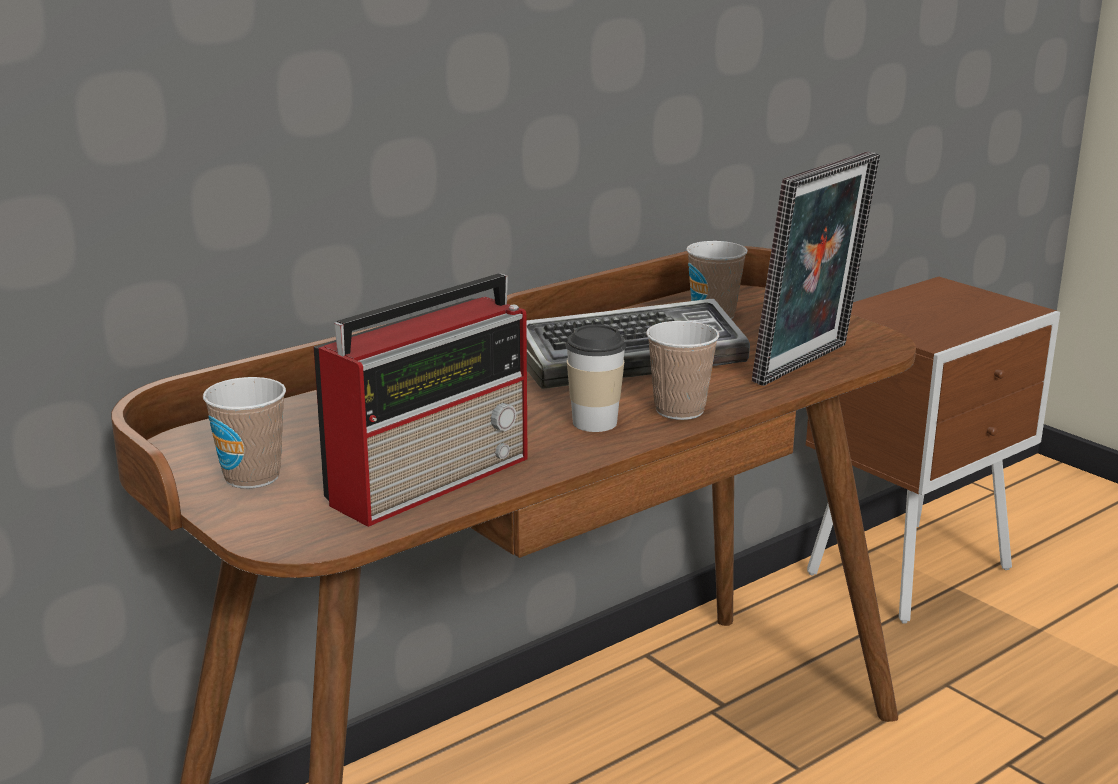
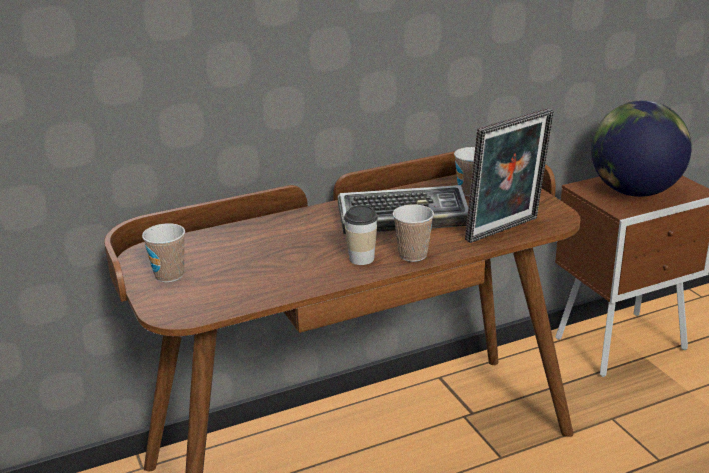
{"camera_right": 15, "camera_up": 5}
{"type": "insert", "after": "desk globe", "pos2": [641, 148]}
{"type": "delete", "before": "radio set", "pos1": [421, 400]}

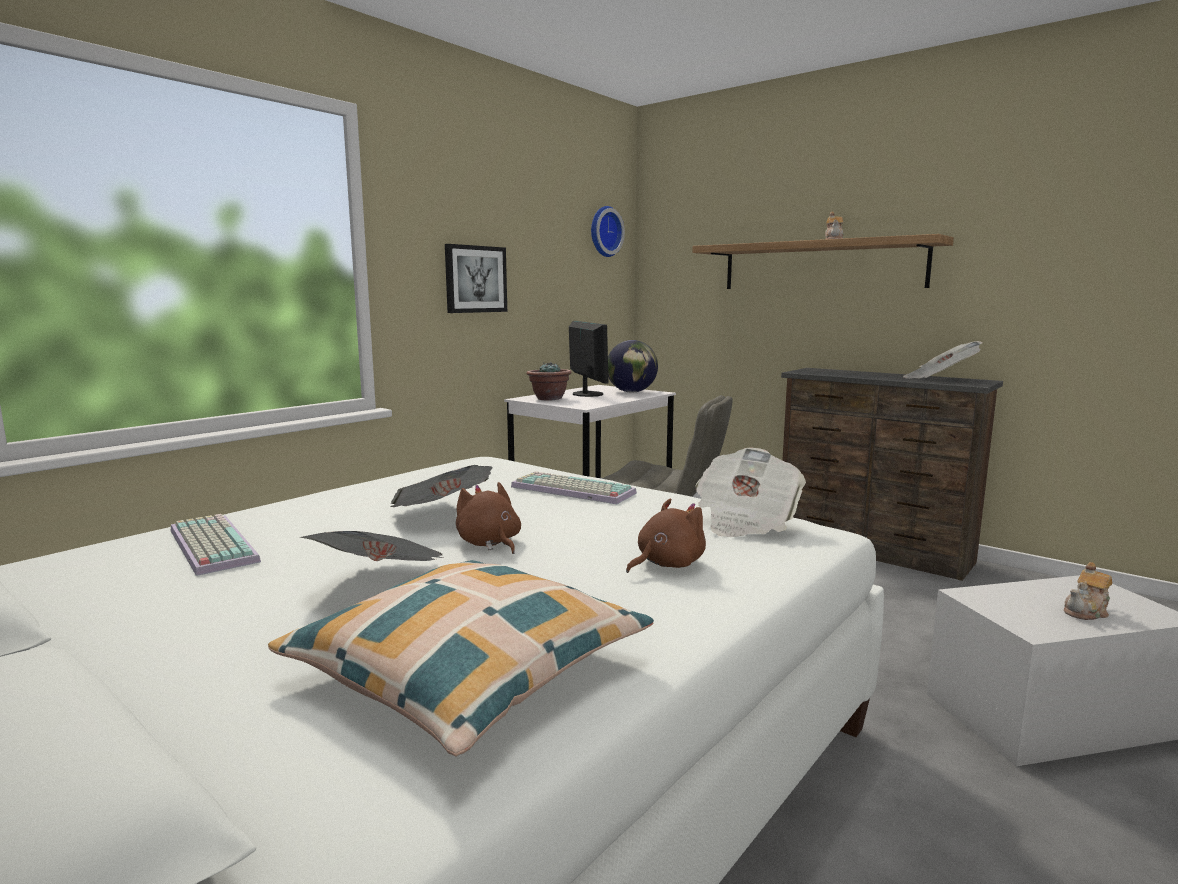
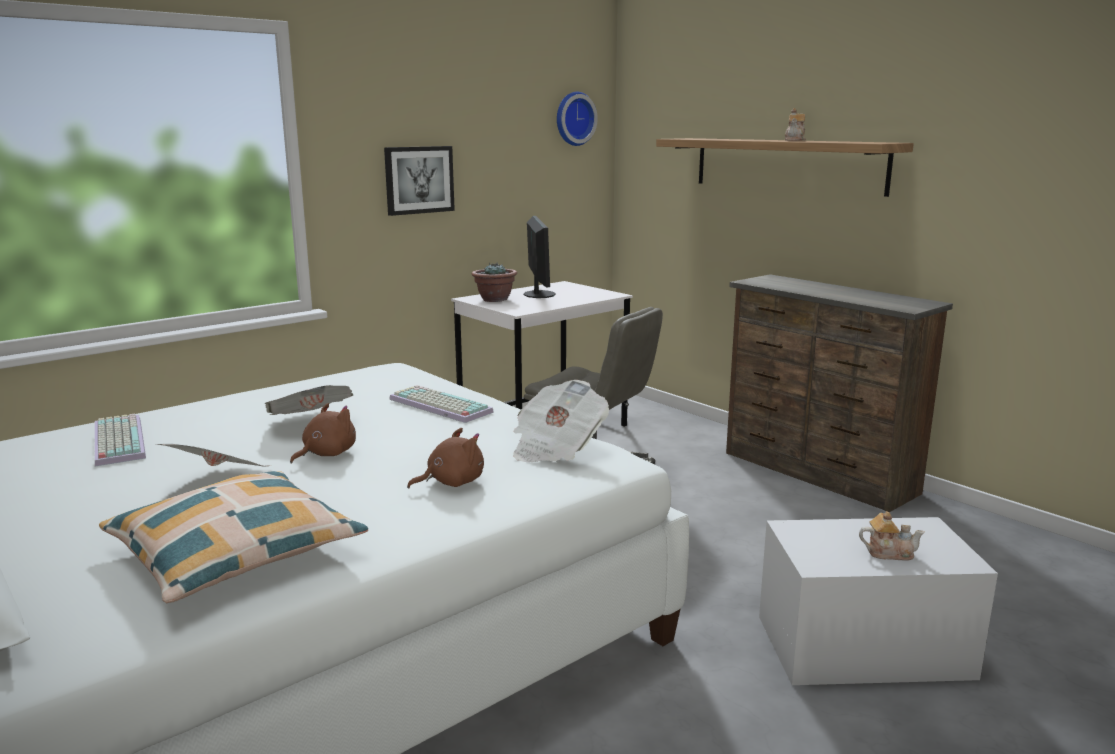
{"camera_right": 10, "camera_up": 5}
{"type": "rotate", "before": "brown soft toy", "pos1": [488, 518], "pos2": [323, 433], "turn": 60}
{"type": "rotate", "before": "tea pot", "pos1": [1088, 591], "pos2": [892, 536], "turn": -150}
{"type": "delete", "before": "desk globe", "pos1": [633, 366]}
{"type": "delete", "before": "printed paper", "pos1": [943, 360]}

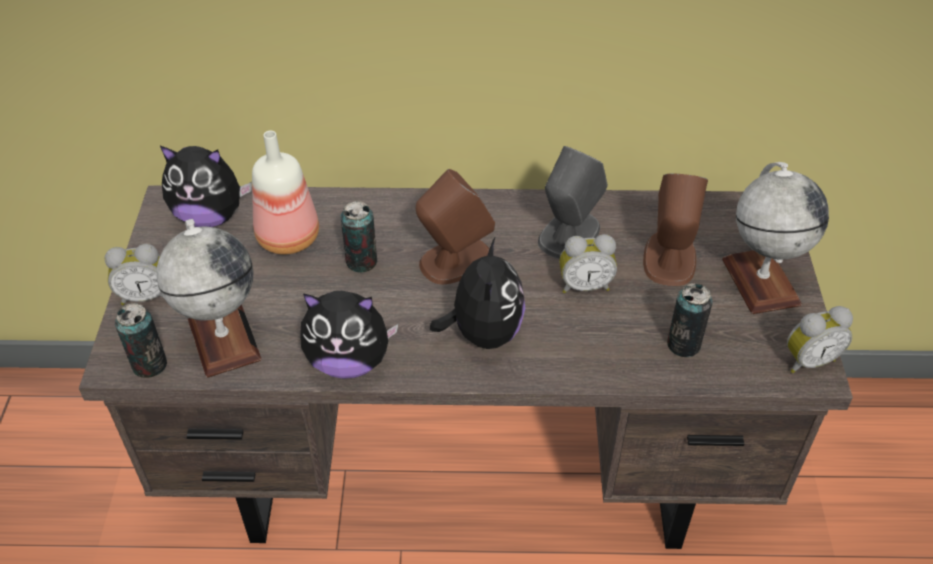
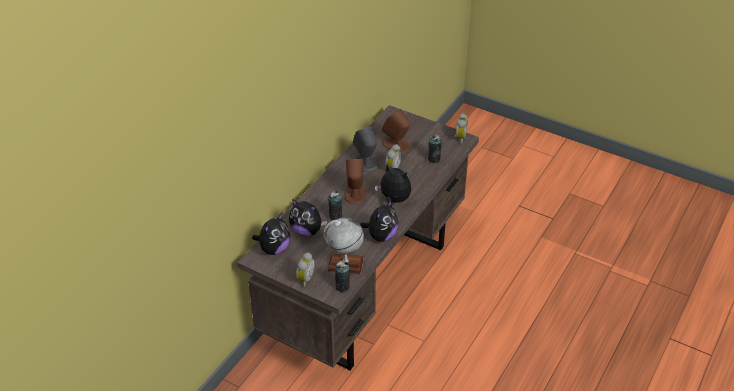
{"camera_right": -60, "camera_up": -5}
{"type": "replace", "before": "drink bottle", "after": "soft toy", "pos1": [285, 193], "pos2": [308, 218]}
{"type": "delete", "before": "desk globe", "pos1": [775, 238]}

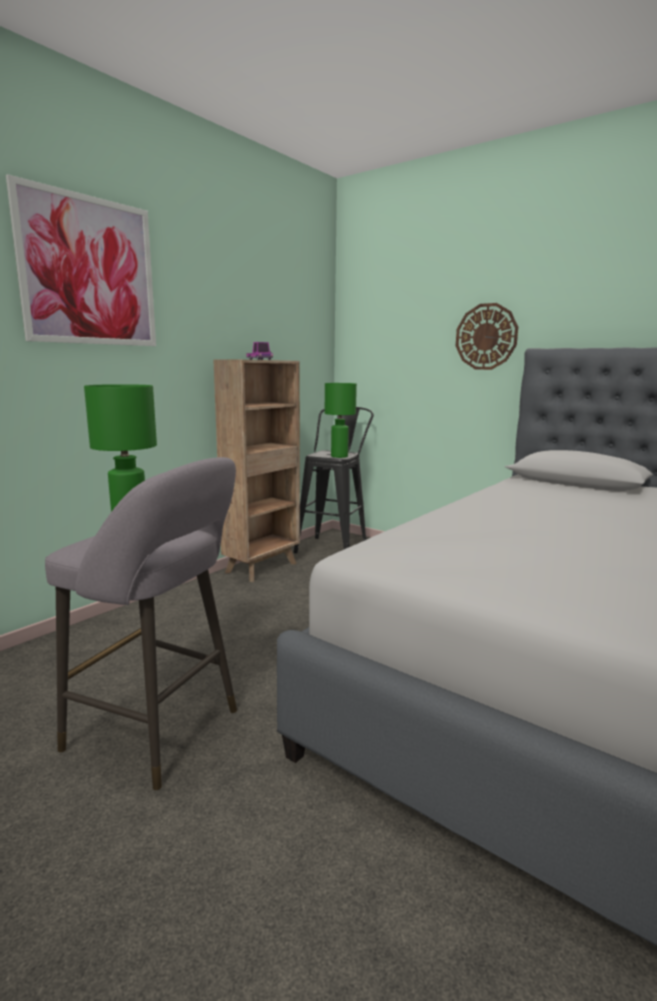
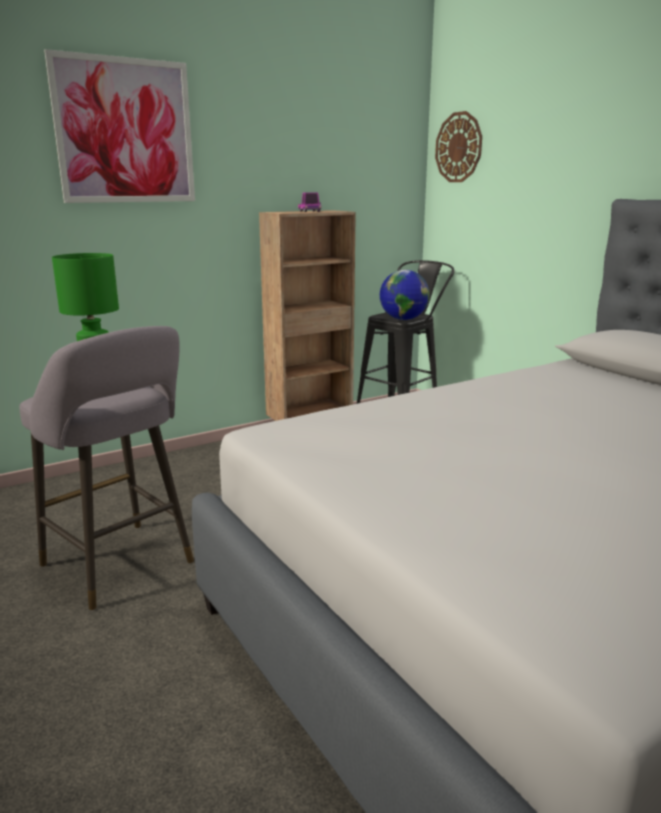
{"camera_right": 20, "camera_up": 5}
{"type": "replace", "before": "green lamp for a table", "after": "desk globe", "pos1": [341, 420], "pos2": [404, 295]}
{"type": "move", "before": "wall clock", "pos1": [487, 336], "pos2": [458, 146]}

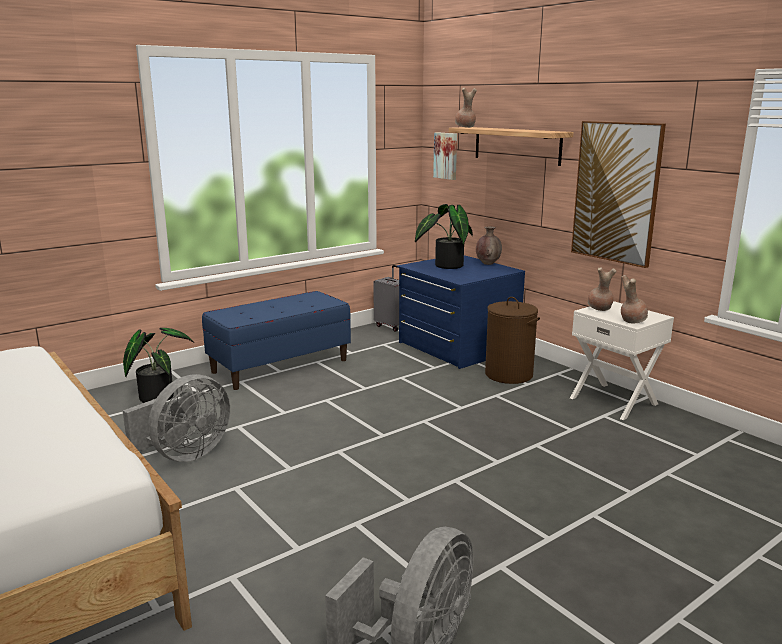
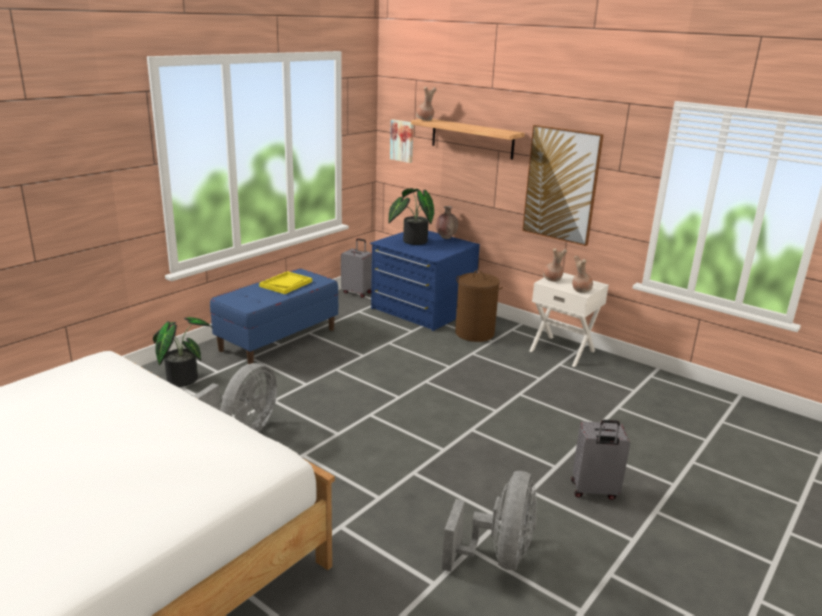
{"camera_right": -15, "camera_up": 5}
{"type": "insert", "after": "yellowish tray", "pos2": [285, 282]}
{"type": "insert", "after": "greyish travel case", "pos2": [600, 460]}

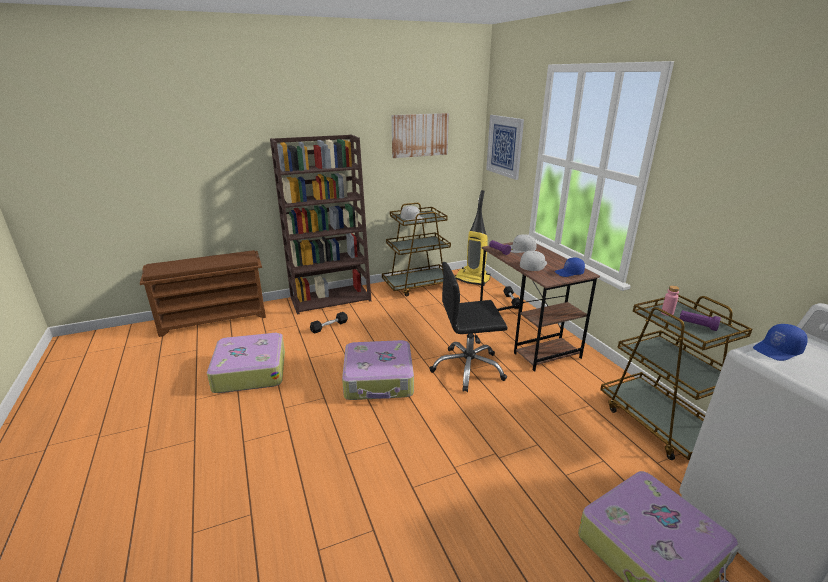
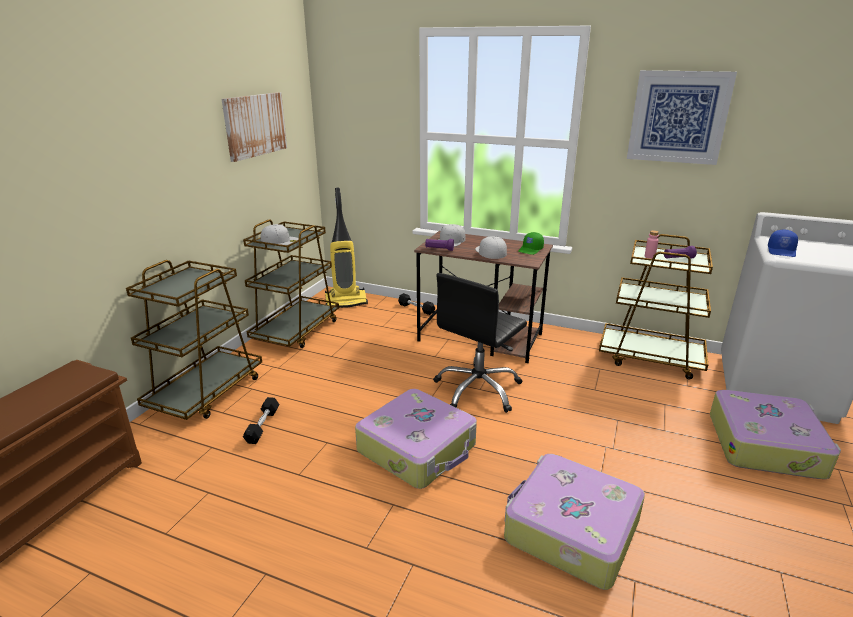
{"camera_right": -45, "camera_up": 0}
{"type": "replace", "before": "brown bookcase", "after": "brown trolley", "pos1": [320, 225], "pos2": [194, 340]}
{"type": "move", "before": "travel case", "pos1": [246, 362], "pos2": [574, 522]}
{"type": "recolor", "before": "blue peaked cap", "after": "green peaked cap", "pos1": [570, 267], "pos2": [531, 243]}
{"type": "move", "before": "wall picture", "pos1": [505, 147], "pos2": [682, 117]}

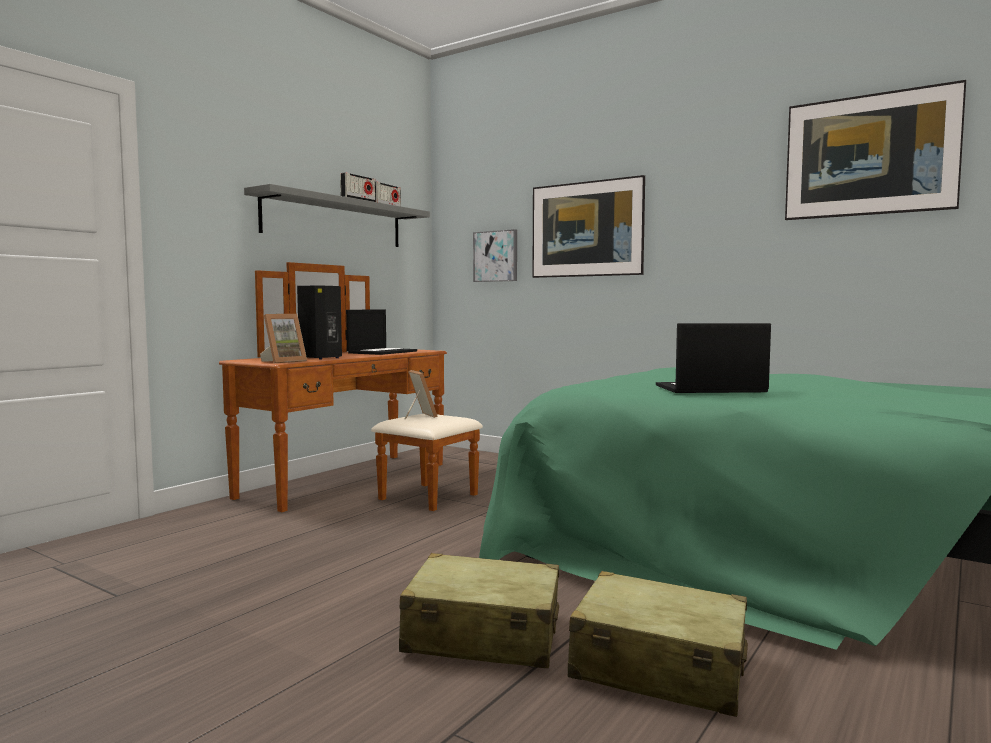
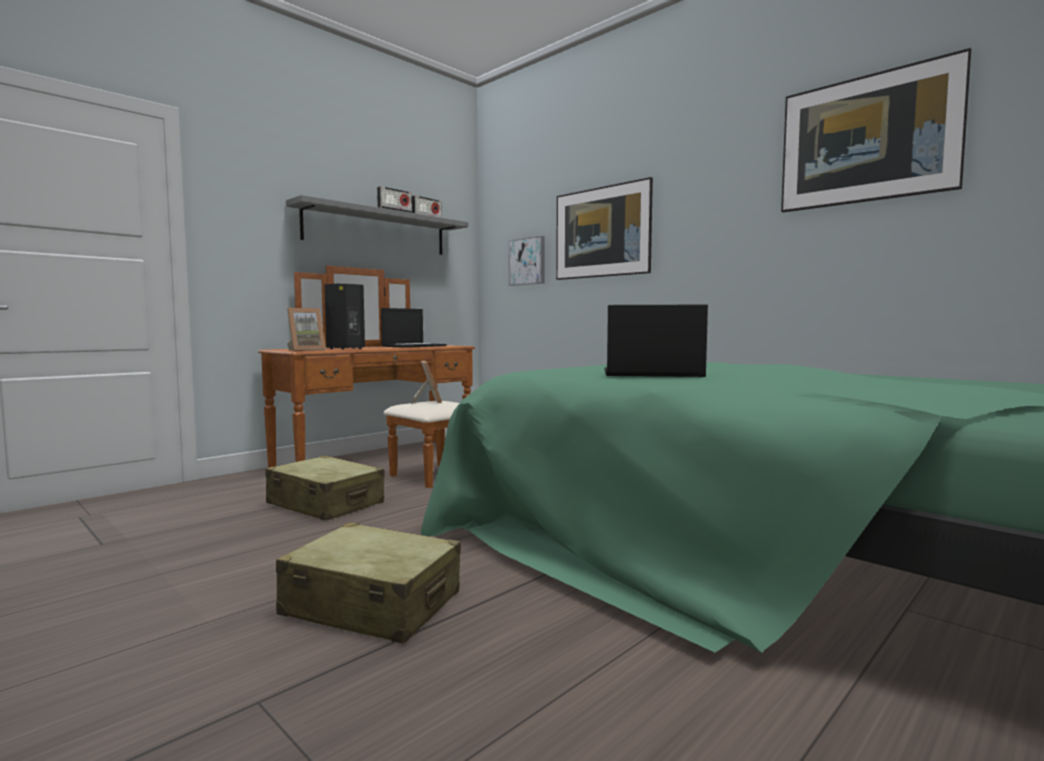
{"camera_right": 10, "camera_up": 0}
{"type": "move", "before": "beige-coloured travel case", "pos1": [658, 644], "pos2": [325, 488]}

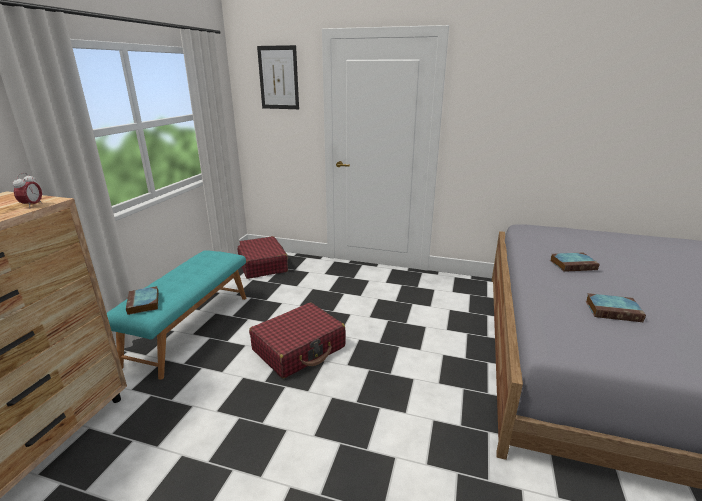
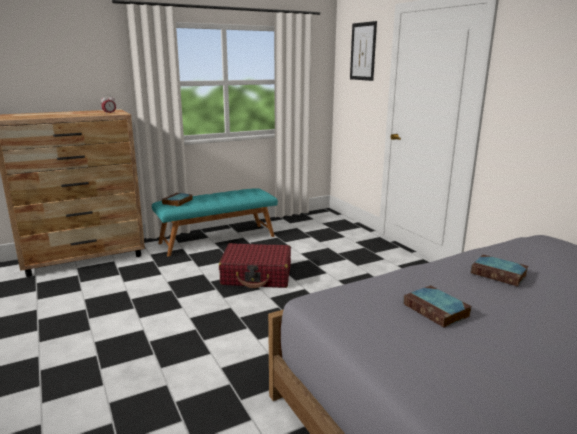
{"camera_right": 45, "camera_up": -5}
{"type": "delete", "before": "red-coloured travel case", "pos1": [263, 257]}

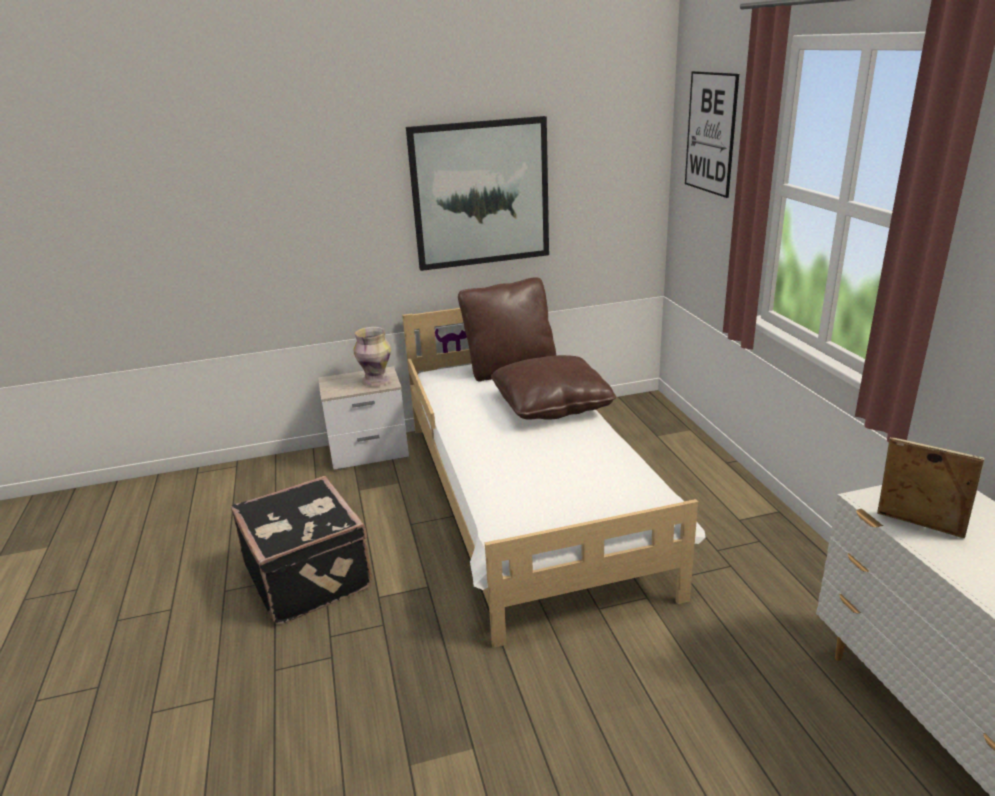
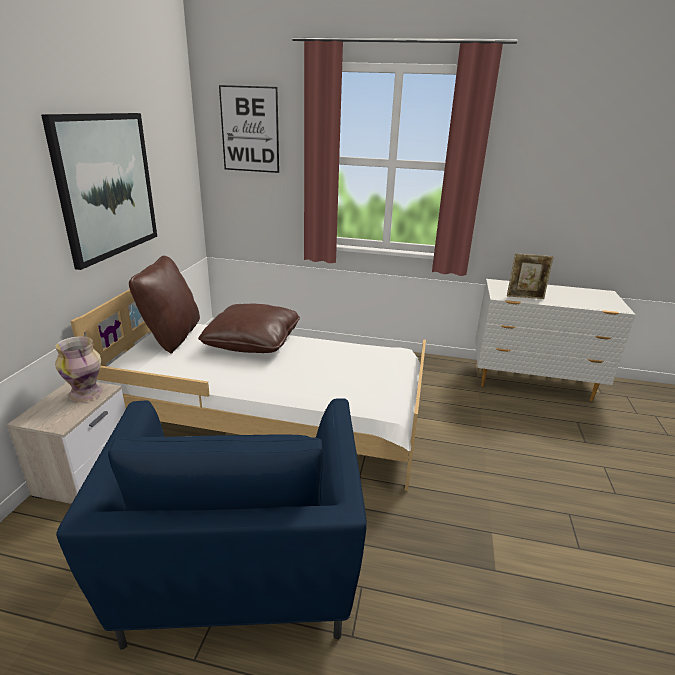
{"camera_right": -65, "camera_up": 0}
{"type": "replace", "before": "black-coloured travel case", "after": "blue lounge chair", "pos1": [301, 550], "pos2": [211, 524]}
{"type": "rotate", "before": "photo frame", "pos1": [931, 487], "pos2": [530, 276], "turn": -150}

